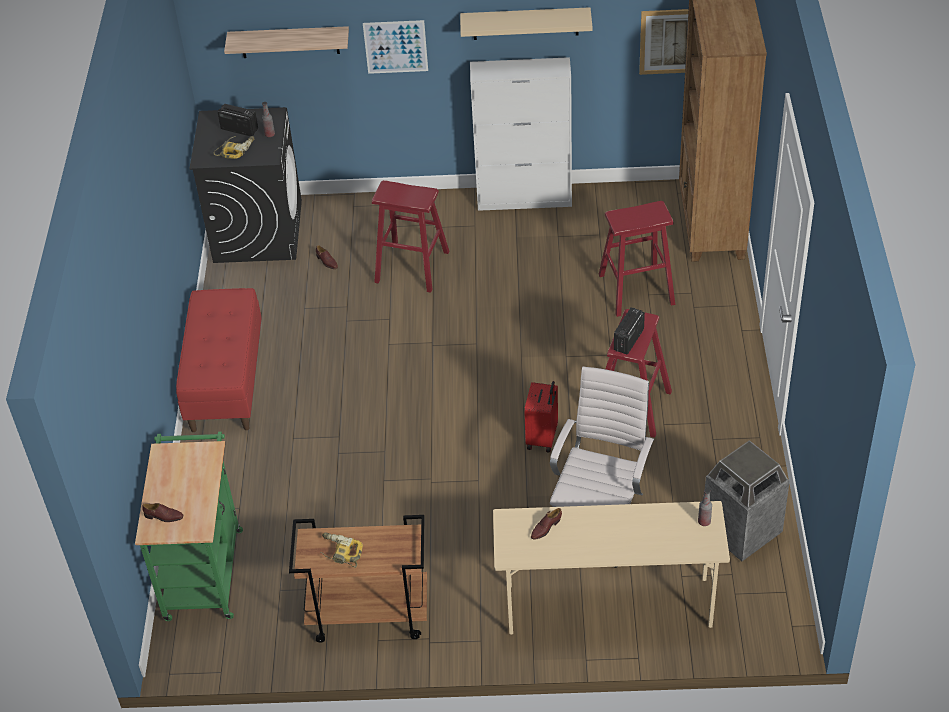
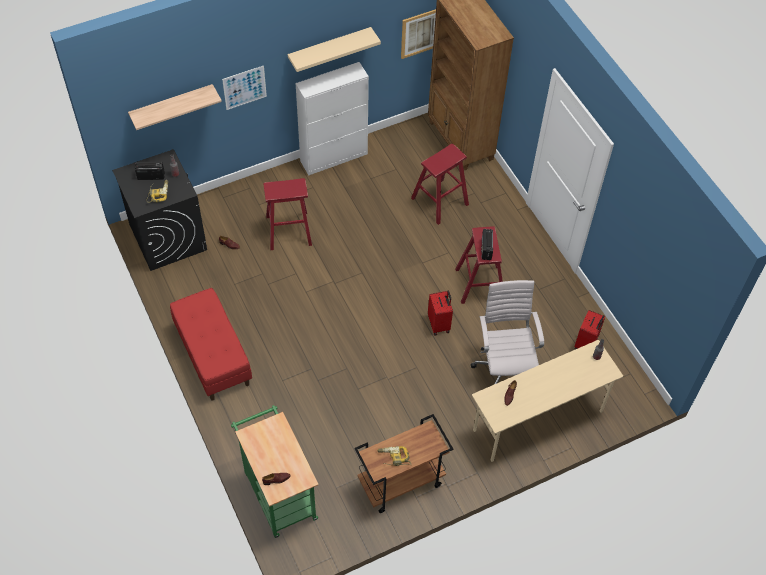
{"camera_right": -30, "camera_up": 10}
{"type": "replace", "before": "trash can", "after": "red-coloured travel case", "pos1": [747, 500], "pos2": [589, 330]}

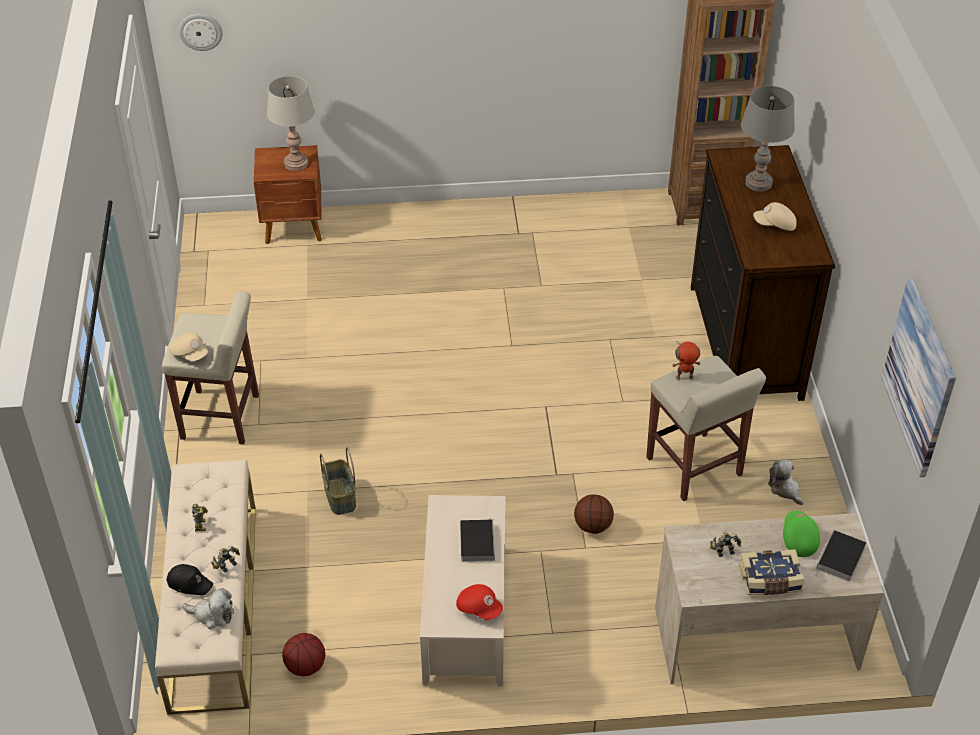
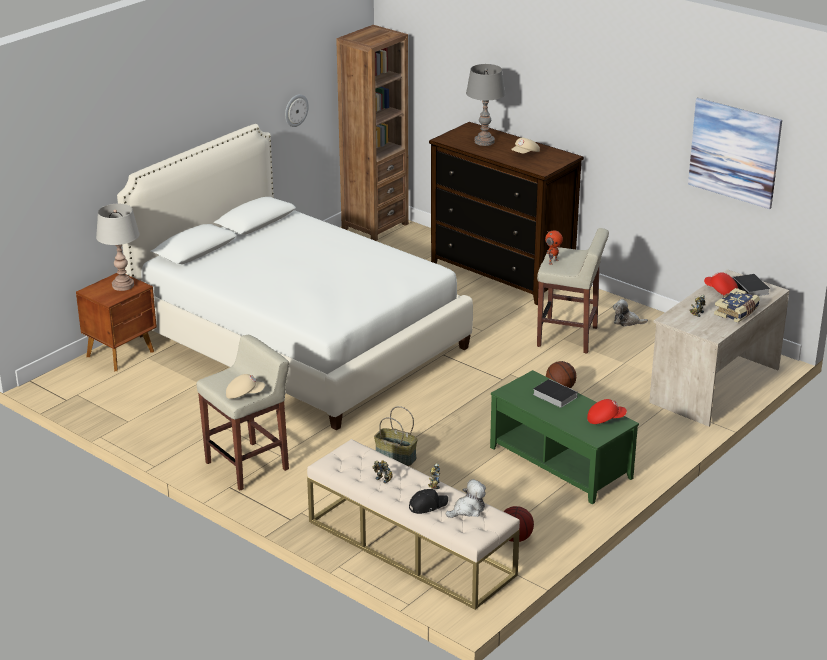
{"camera_right": -45, "camera_up": -15}
{"type": "insert", "after": "white-coloured sleeping bed", "pos2": [295, 277]}
{"type": "move", "before": "wall clock", "pos1": [201, 32], "pos2": [297, 110]}
{"type": "recolor", "before": "beige-coloured low table", "after": "green low table", "pos1": [463, 591], "pos2": [564, 437]}
{"type": "recolor", "before": "green peaked cap", "after": "red-coloured peaked cap", "pos1": [801, 534], "pos2": [721, 284]}

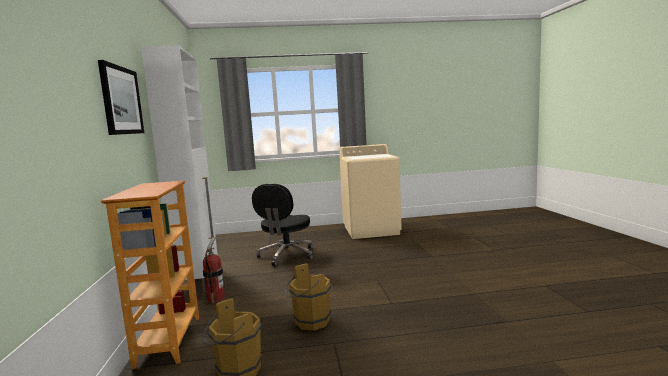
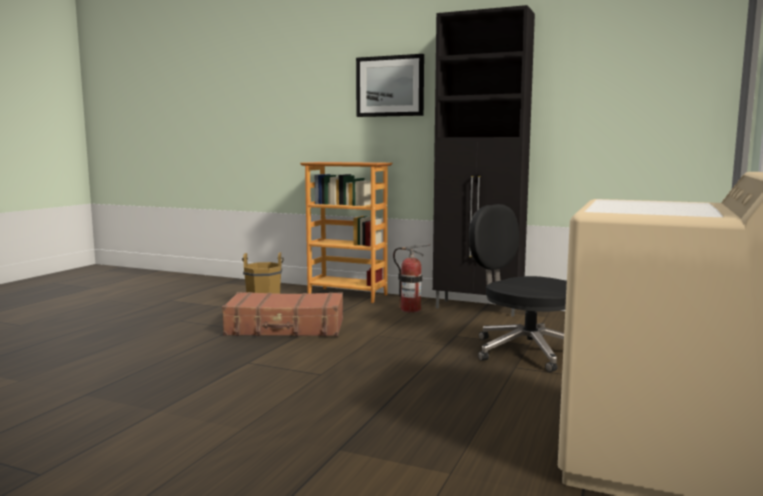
{"camera_right": 120, "camera_up": 0}
{"type": "replace", "before": "brown bucket", "after": "brown travel case", "pos1": [308, 297], "pos2": [282, 314]}
{"type": "recolor", "before": "white-coloured cupboard", "after": "black-coloured cupboard", "pos1": [179, 169], "pos2": [484, 161]}

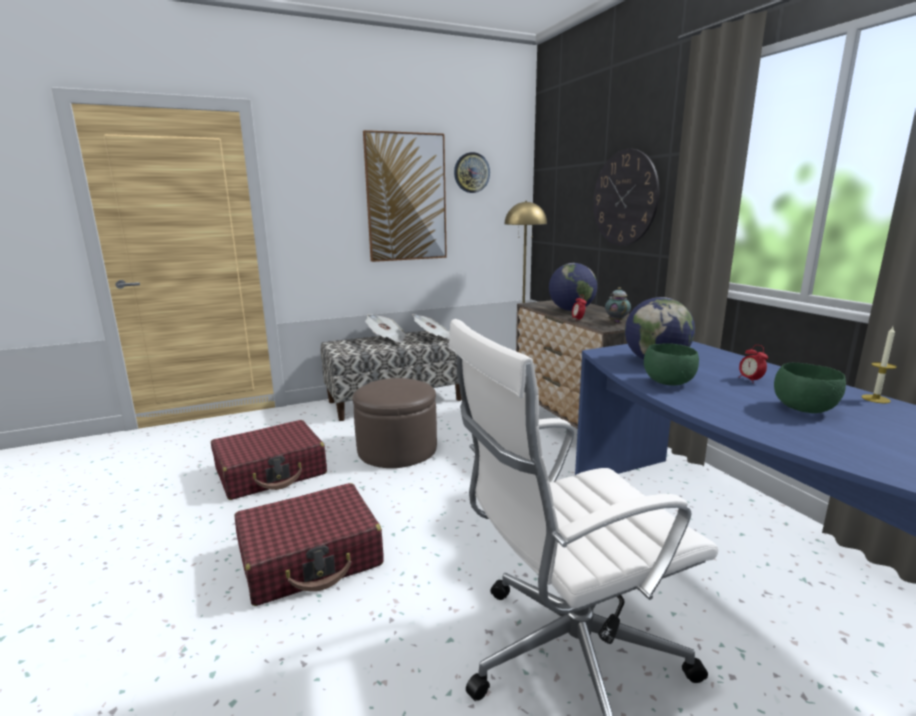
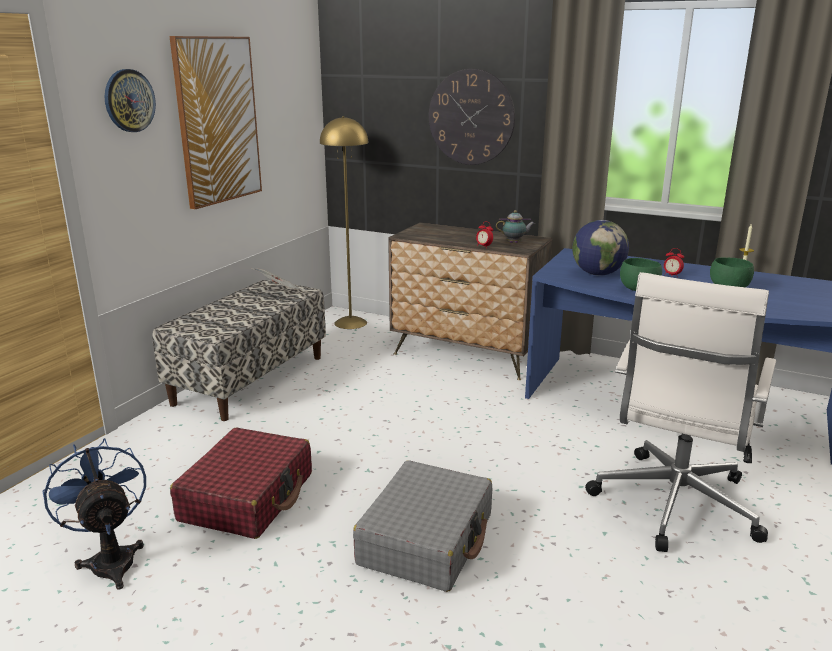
{"camera_right": -40, "camera_up": 5}
{"type": "insert", "after": "blue cooling fan", "pos2": [94, 514]}
{"type": "move", "before": "wall clock", "pos1": [472, 172], "pos2": [130, 100]}
{"type": "recolor", "before": "red-coloured travel case", "after": "greyish travel case", "pos1": [309, 544], "pos2": [422, 526]}
{"type": "rotate", "before": "tea pot", "pos1": [618, 305], "pos2": [515, 226], "turn": 135}
{"type": "delete", "before": "brown ottoman", "pos1": [395, 423]}
{"type": "delete", "before": "printed paper", "pos1": [386, 328]}
{"type": "delete", "before": "desk globe", "pos1": [573, 287]}

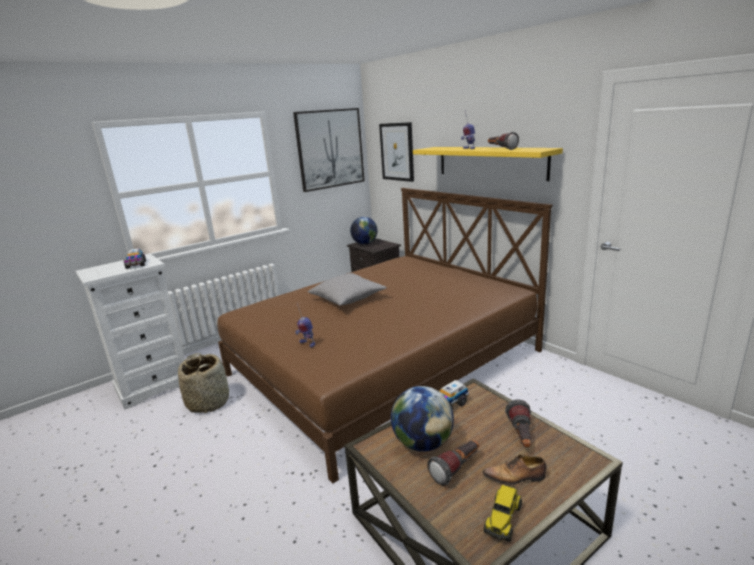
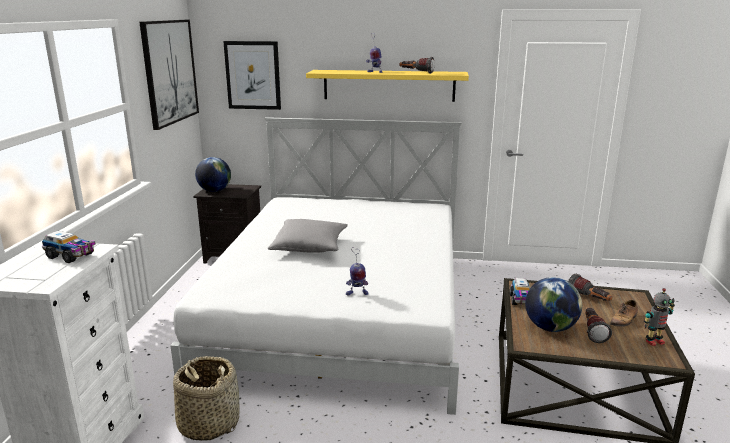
{"camera_right": -45, "camera_up": 0}
{"type": "recolor", "before": "brown sleeping bed", "after": "white-coloured sleeping bed", "pos1": [385, 335], "pos2": [316, 266]}
{"type": "replace", "before": "toy truck", "after": "model robot", "pos1": [503, 513], "pos2": [659, 317]}

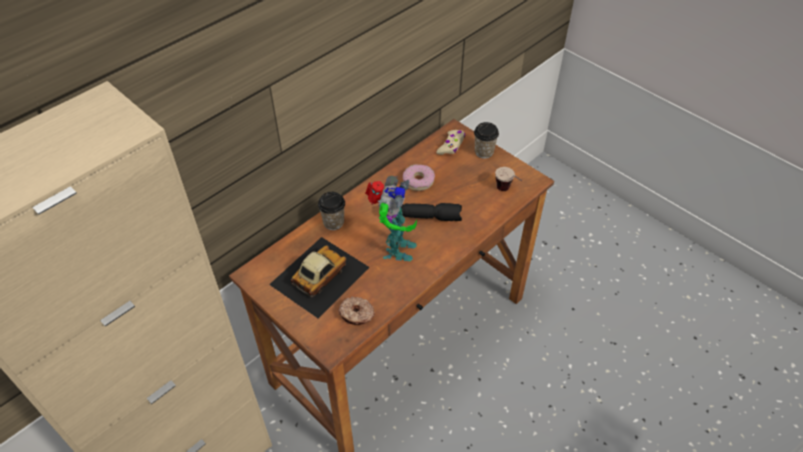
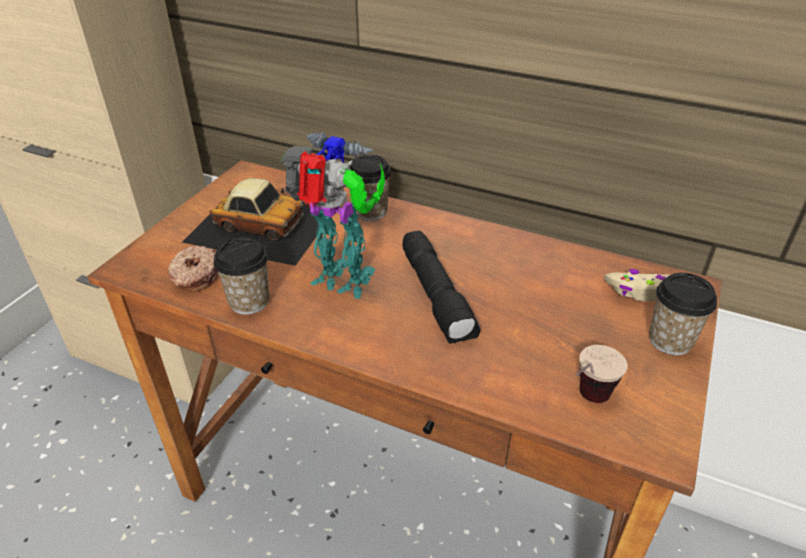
{"camera_right": 70, "camera_up": -10}
{"type": "insert", "after": "drinking cup", "pos2": [241, 276]}
{"type": "rotate", "before": "model robot", "pos1": [391, 218], "pos2": [332, 215], "turn": -150}
{"type": "delete", "before": "doughnut", "pos1": [419, 177]}

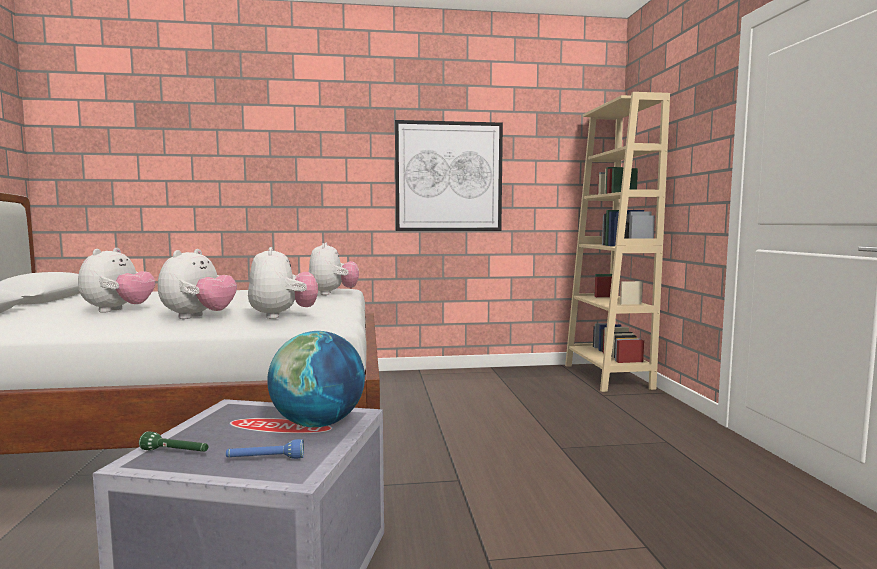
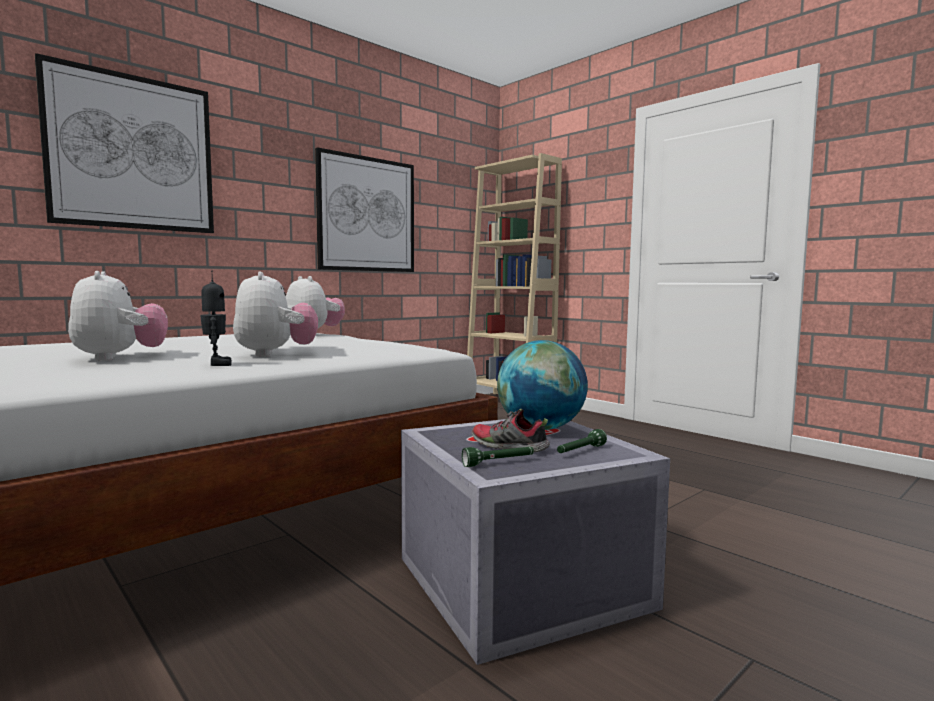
{"camera_right": -35, "camera_up": 0}
{"type": "insert", "after": "wall picture", "pos2": [124, 143]}
{"type": "insert", "after": "model robot", "pos2": [216, 318]}
{"type": "insert", "after": "low shoe", "pos2": [511, 431]}
{"type": "recolor", "before": "blue torch", "after": "green torch", "pos1": [265, 449], "pos2": [582, 441]}
{"type": "delete", "before": "soft toy", "pos1": [283, 283]}

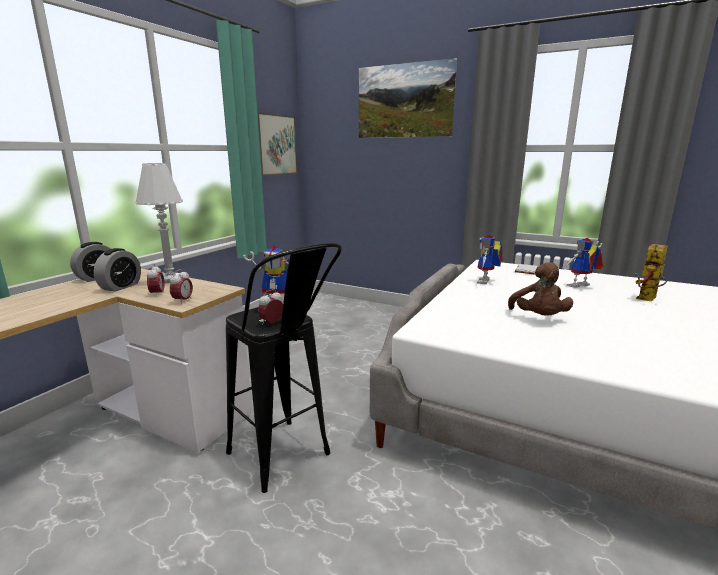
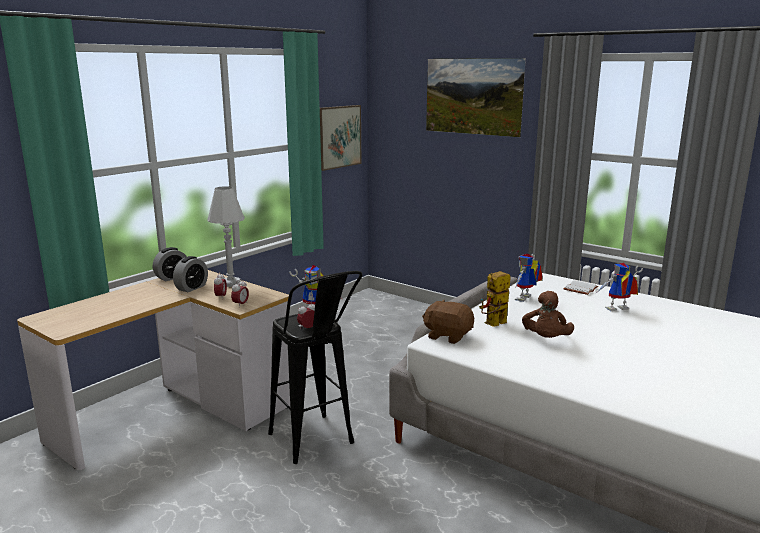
{"camera_right": 10, "camera_up": 0}
{"type": "insert", "after": "brown soft toy", "pos2": [448, 321]}
{"type": "move", "before": "model robot", "pos1": [652, 273], "pos2": [495, 299]}

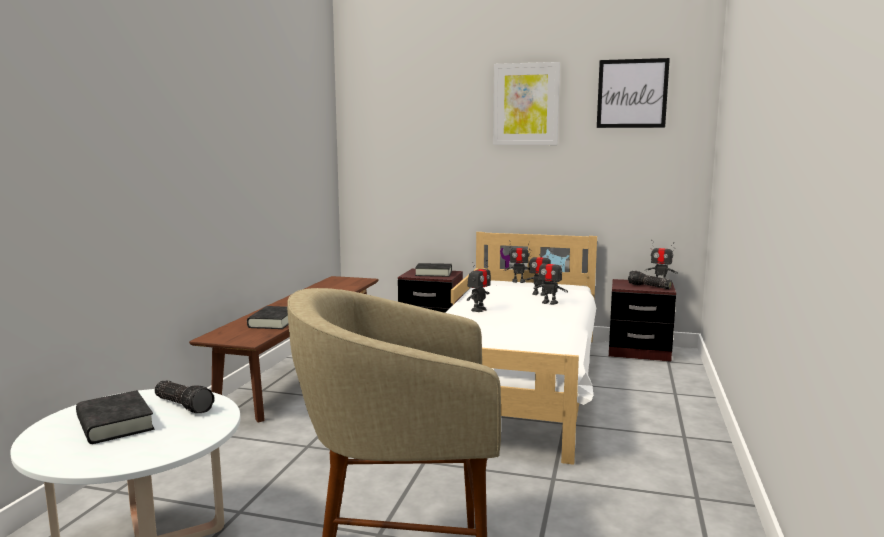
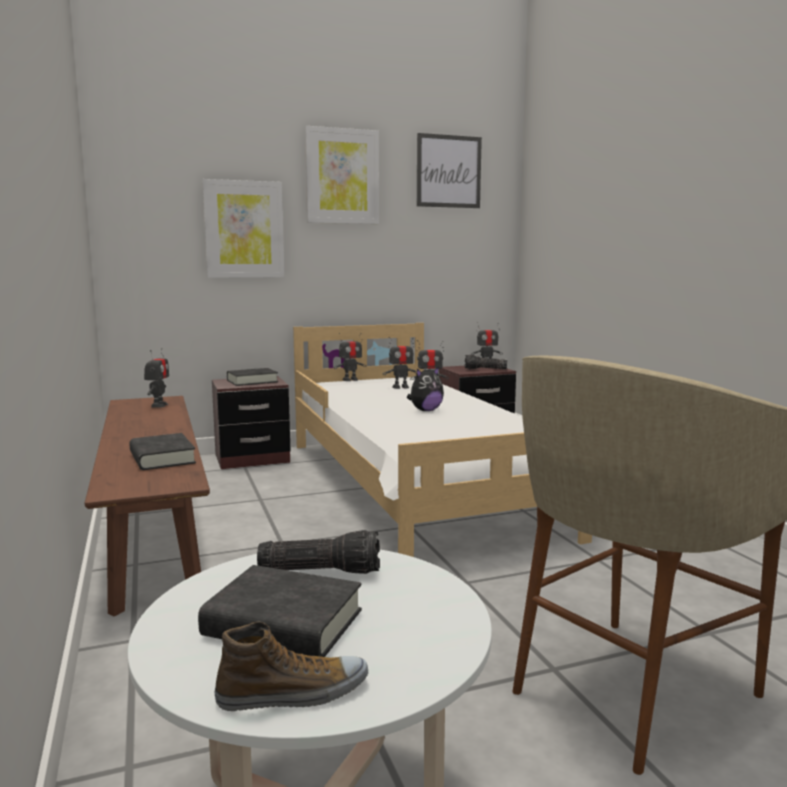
{"camera_right": -35, "camera_up": 0}
{"type": "move", "before": "model robot", "pos1": [479, 286], "pos2": [156, 378]}
{"type": "insert", "after": "wall picture", "pos2": [243, 228]}
{"type": "insert", "after": "low shoe", "pos2": [291, 666]}
{"type": "insert", "after": "soft toy", "pos2": [425, 389]}

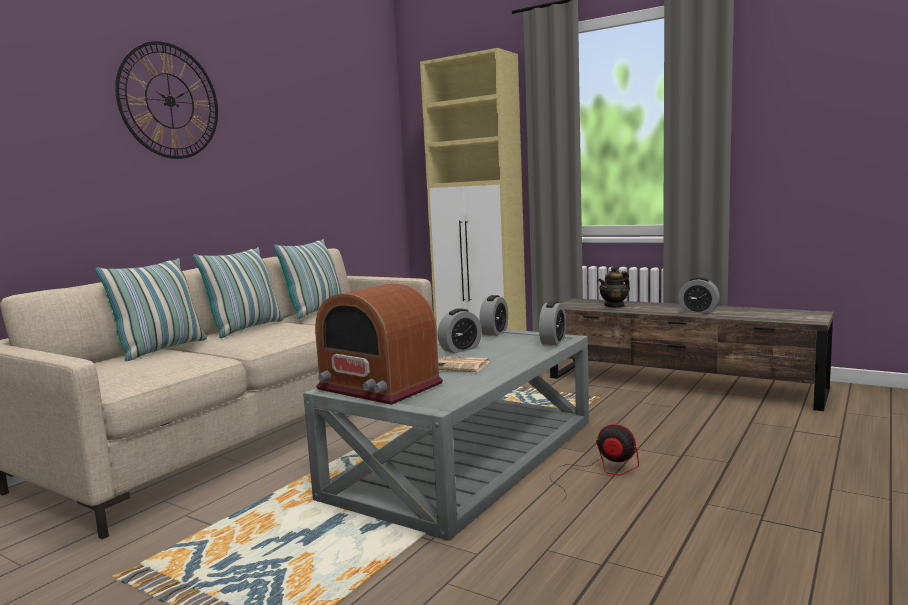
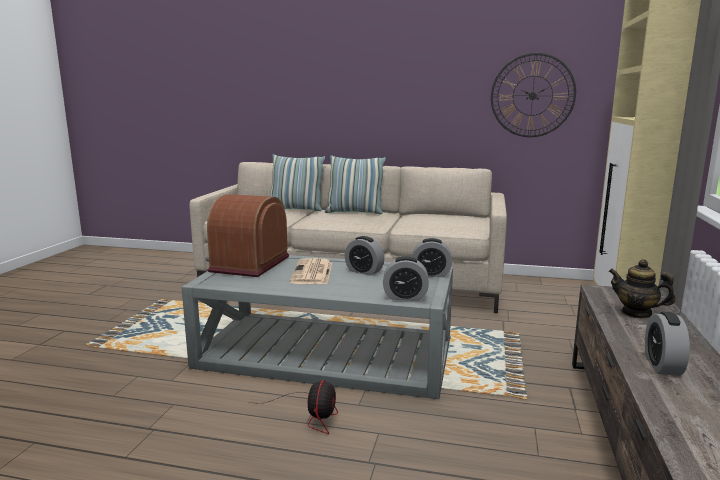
{"camera_right": 70, "camera_up": 5}
{"type": "move", "before": "wall clock", "pos1": [166, 100], "pos2": [533, 95]}
{"type": "delete", "before": "throw pillow", "pos1": [308, 279]}

